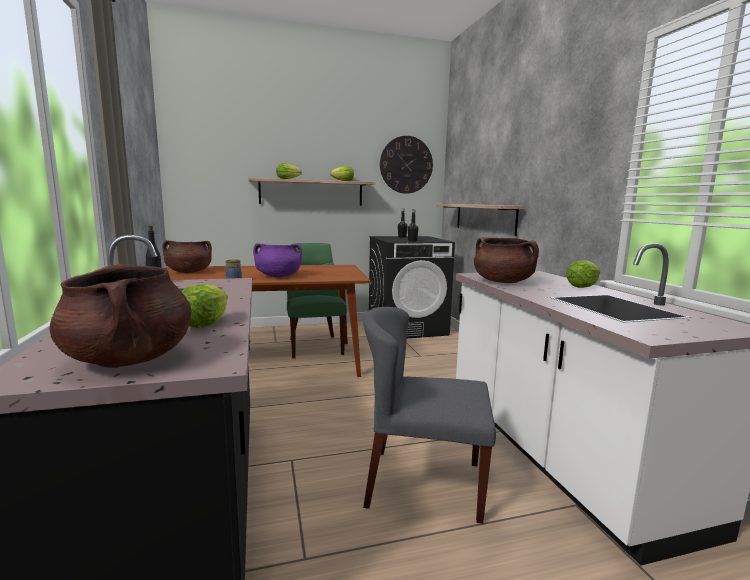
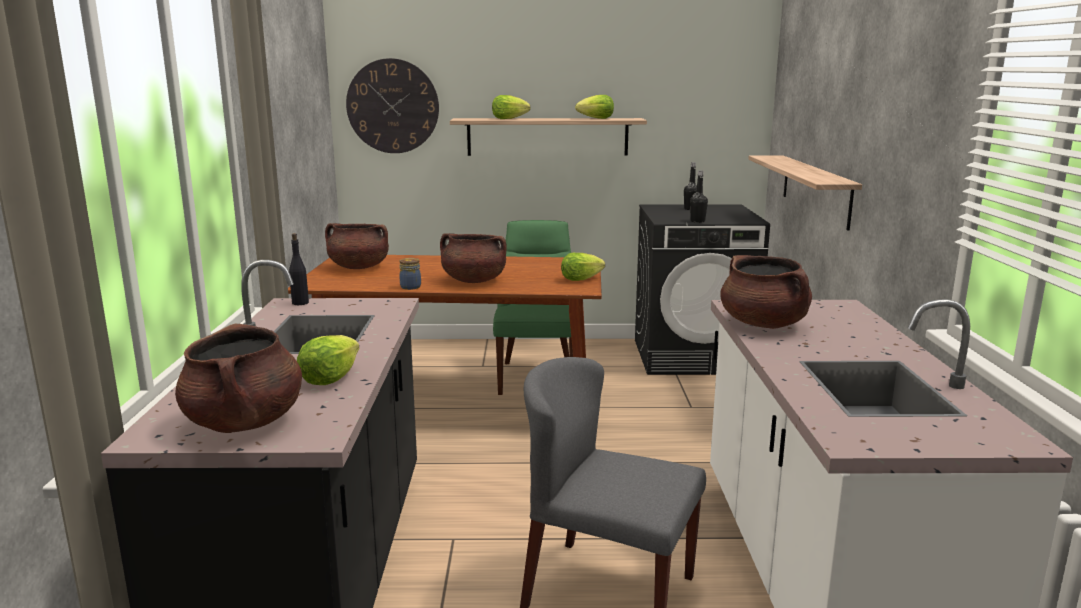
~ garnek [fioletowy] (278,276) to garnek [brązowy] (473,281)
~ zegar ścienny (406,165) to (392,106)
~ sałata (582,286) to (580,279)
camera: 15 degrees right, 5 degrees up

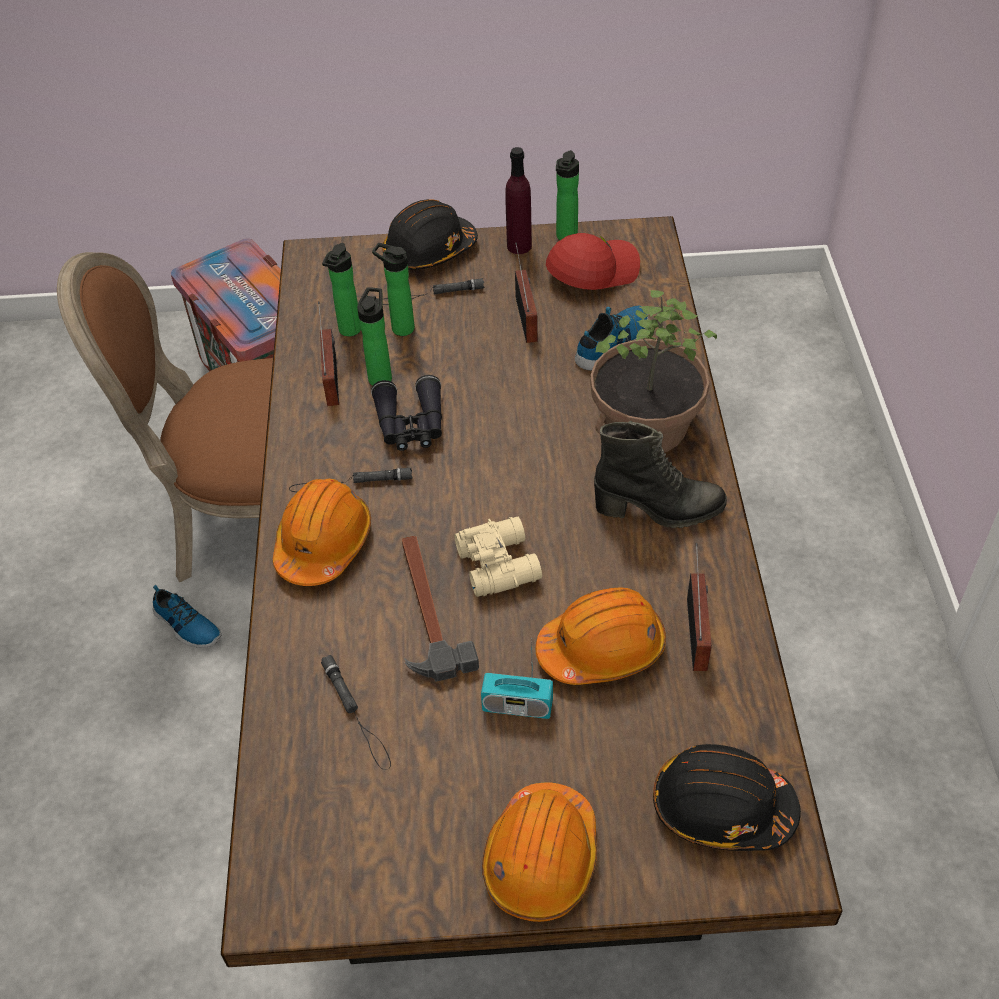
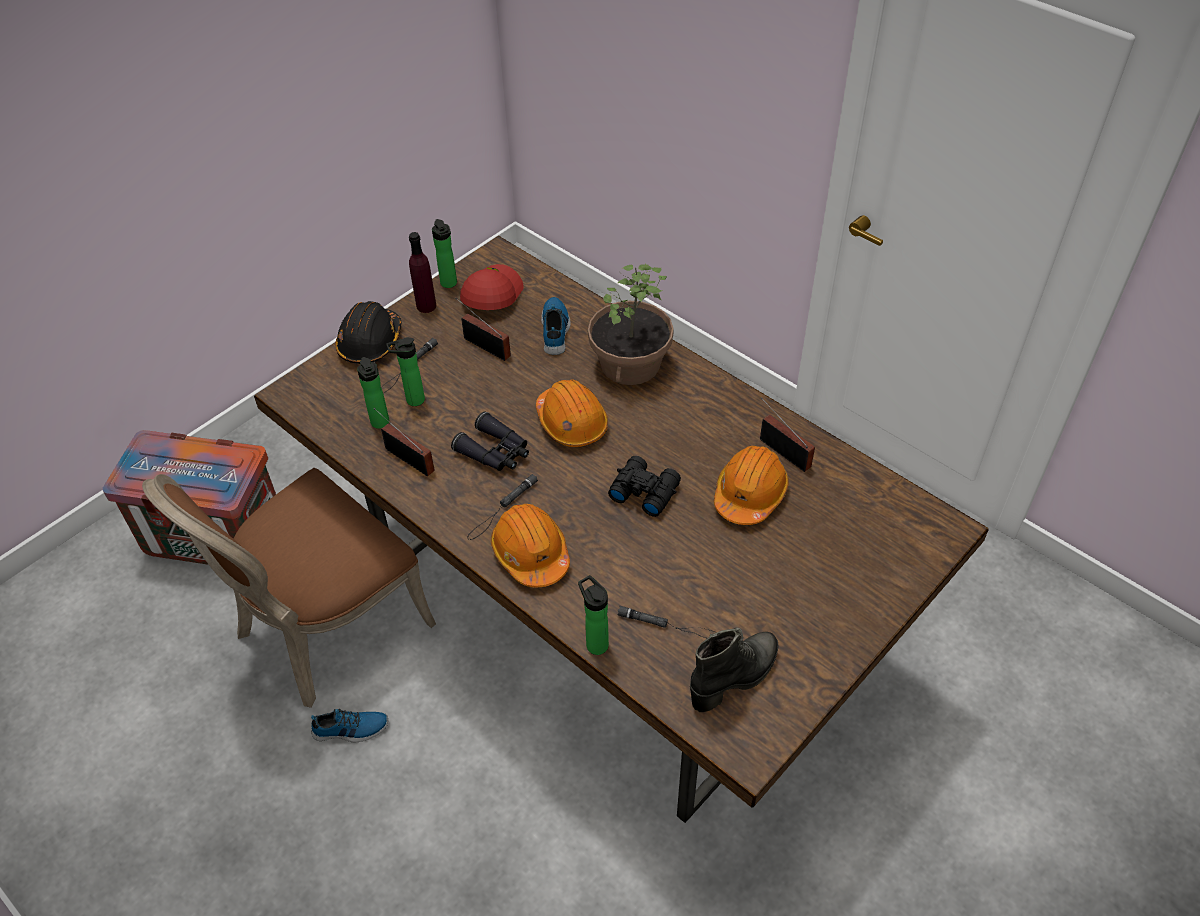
~ butelka (381,376) to (595,643)
- młotek (426,610)
~ lornetka [beżowy] (499,563) to lornetka [czarny] (644,490)
- radio (517,706)
~ kask [pomarańczowy] (541,859) to (571,422)
~ but z cholewką [czarny] (659,510) to (735,678)
- kask [czarny] (721,808)
camera: 45 degrees left, 0 degrees up

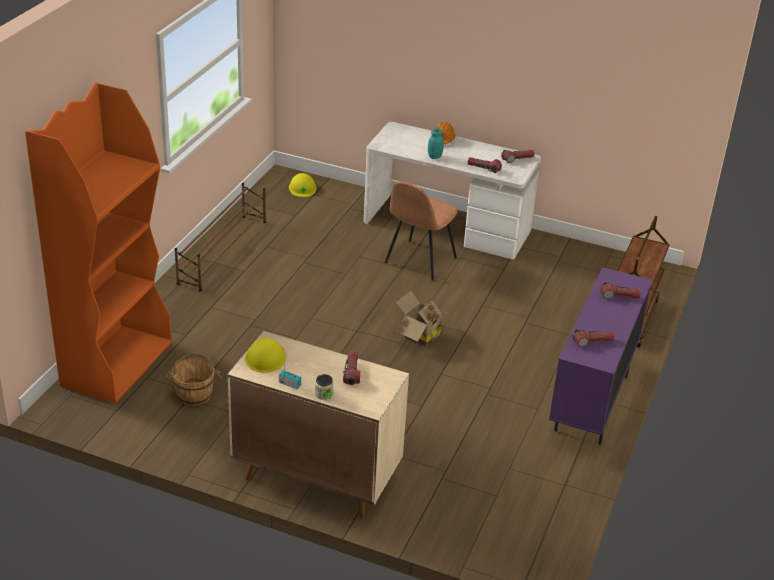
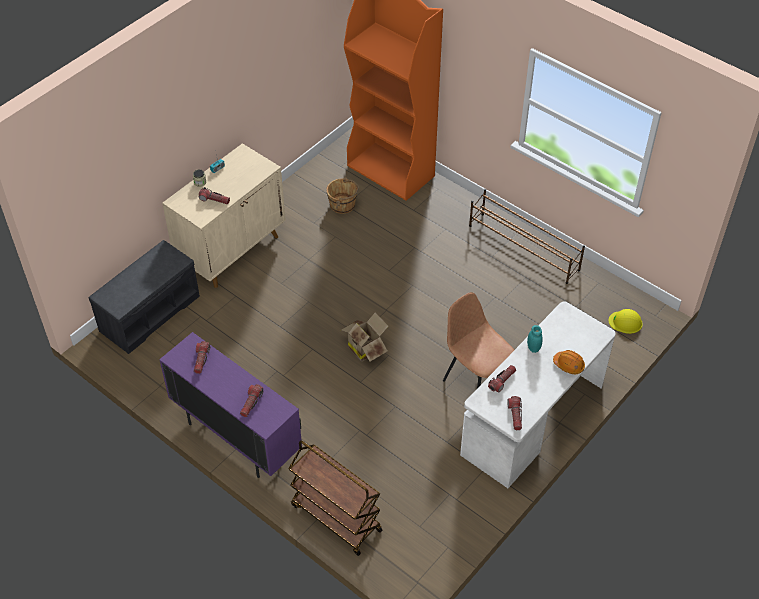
- kask [żółty] (265,357)
+ ławka [szary] (150,312)
camera: 110 degrees right, 15 degrees up

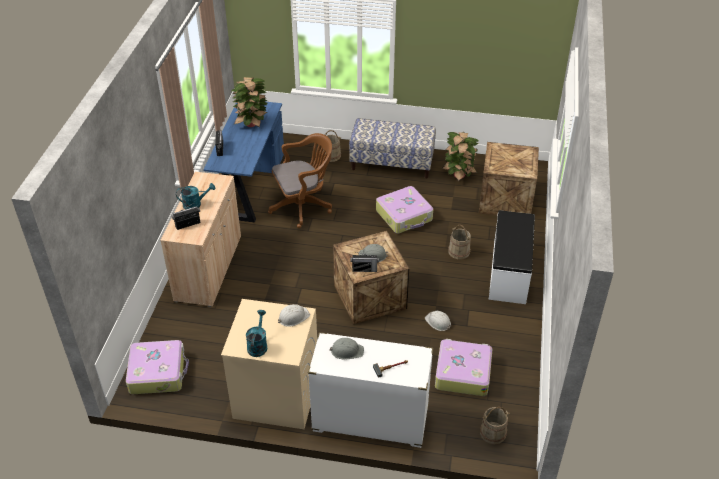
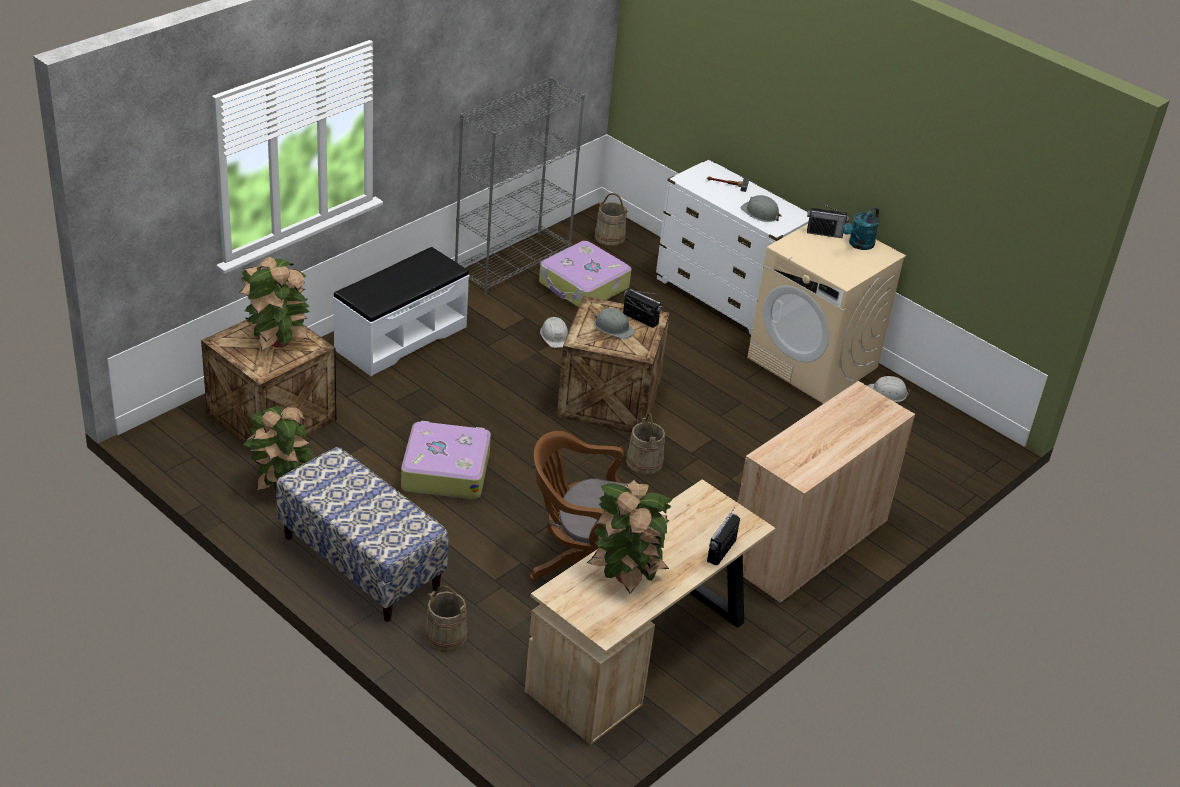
- walizka (158,372)
~ radio (188,224) to (824,233)
- konewka [turkusowy] (195,204)
~ biurko [niebieski] (249,185) to biurko [beżowy] (643,655)
~ kask [biały] (293,317) to (887,393)
~ wiadro [beżowy] (459,251) to (644,462)
+ roślina doniczkowa (276,340)
+ regał [szary] (513,263)
camera: 150 degrees left, 5 degrees down

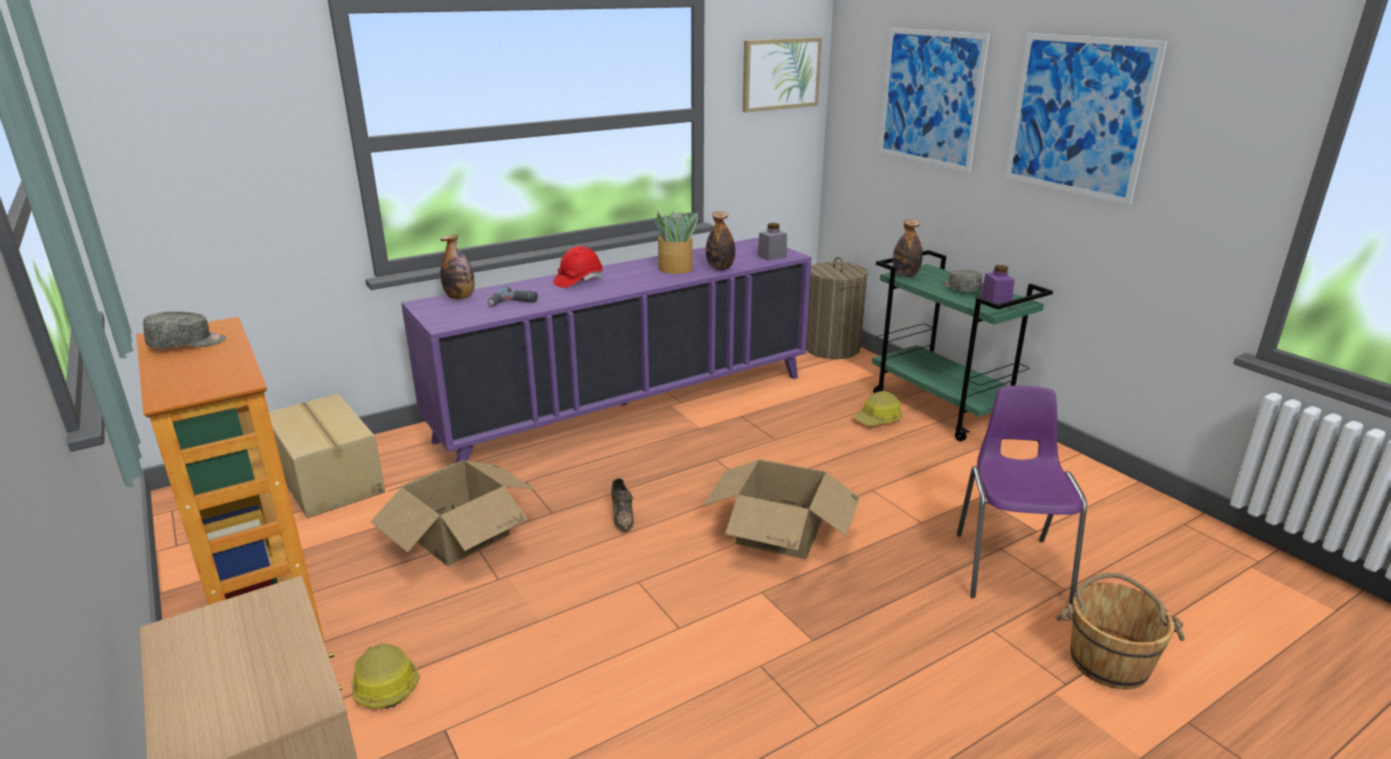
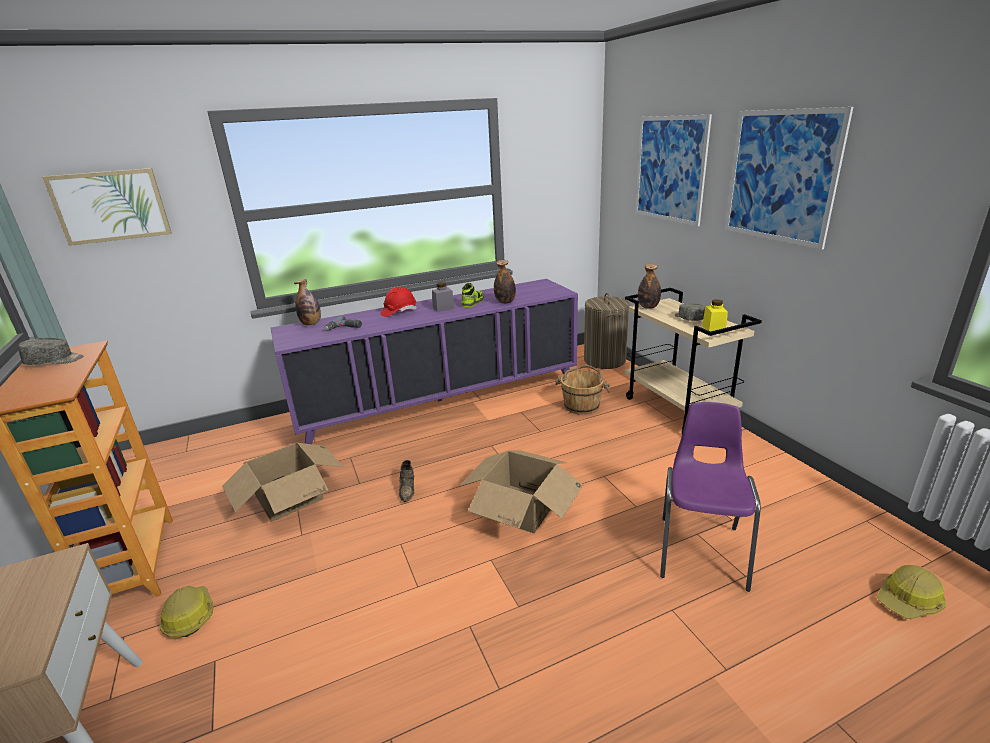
- karton (331,479)
~ roślina doniczkowa (676,269) to but (473,302)
~ obraz (780,74) to (111,206)
~ słoik [szary] (772,256) to (443,308)
~ kask (878,419) to (908,600)
~ wózek [zielony] (943,409) to wózek [beżowy] (678,410)
~ słoik [fioletowy] (995,302) to słoik [żółty] (713,329)
~ wiadro [brązowy] (1108,661) to (582,405)
camera: 10 degrees right, 0 degrees up

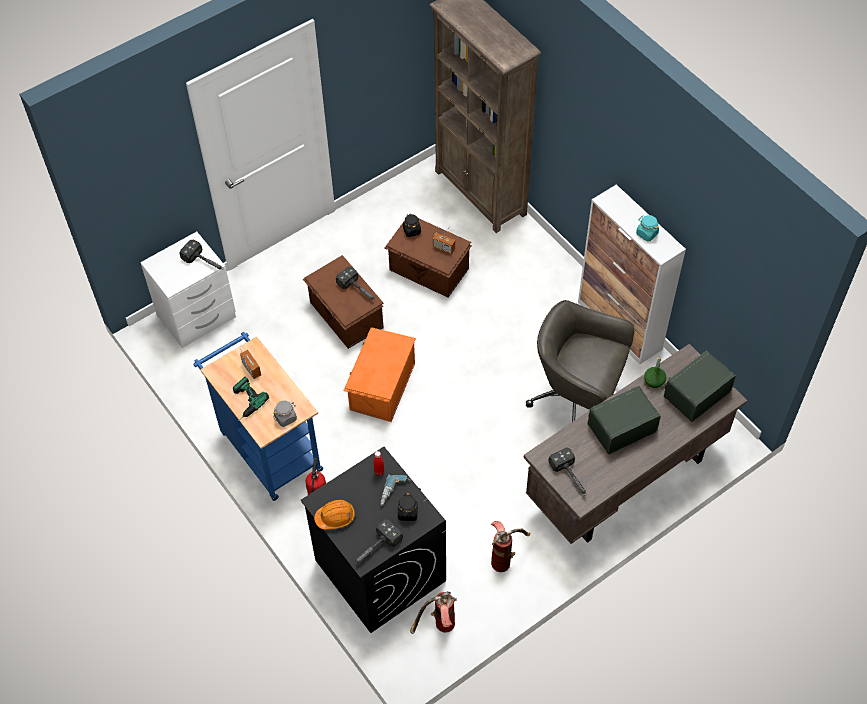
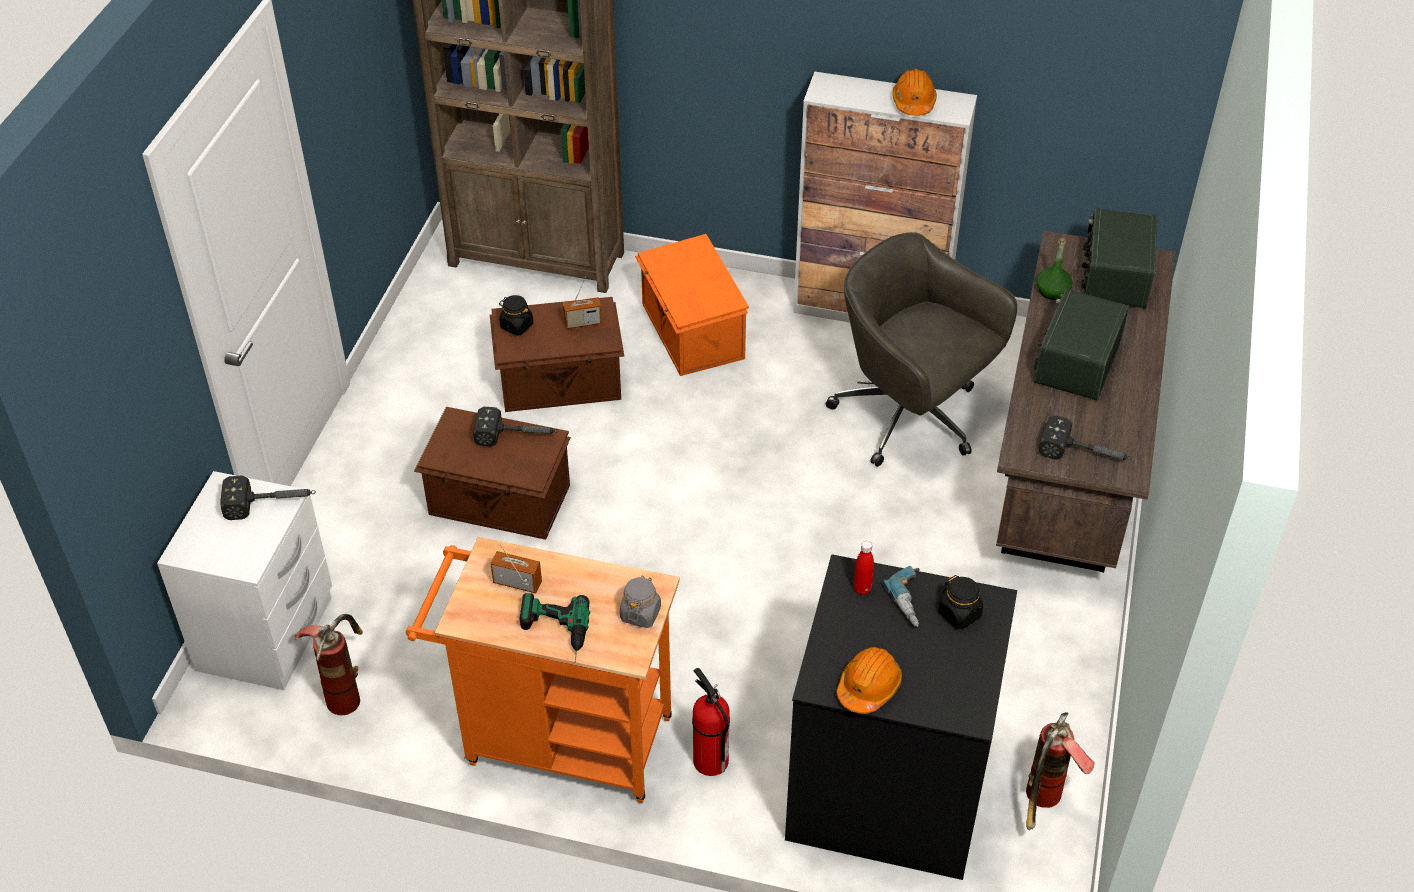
~ wózek [niebieski] (267,447) to wózek [pomarańczowy] (557,739)
~ pojemnik do przechowywania [pomarańczowy] (381,387) to (691,332)
- młotek (374,549)
~ gaśnica (505,557) to (344,690)
~ krzesło biurowe [szary] (577,398) = (910,418) 60 degrees clockwise
~ słoik [turkusowy] (646,233) to kask [pomarańczowy] (913,102)
camera: 40 degrees left, 10 degrees down

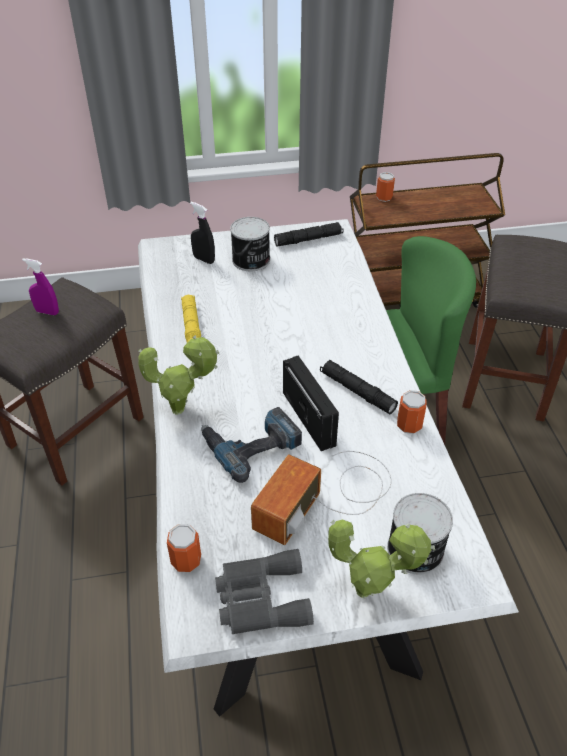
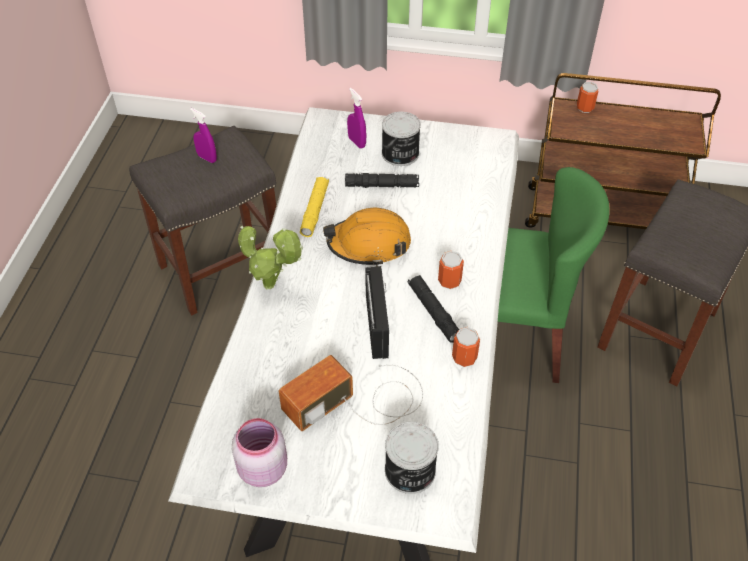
~ puszka (186,560) to (449,281)
~ spryskiwacz [czarny] (204,259) to spryskiwacz [fioletowy] (357,142)
- wiertarka (251,444)
~ lornetka [szary] (260,598) to słoik [różowy] (262,468)
~ latarka [czarny] (308,239) to (382,185)
- roślina doniczkowa (369,591)
+ kask [pomarańczowy] (369,244)
camera: 20 degrees right, 5 degrees up

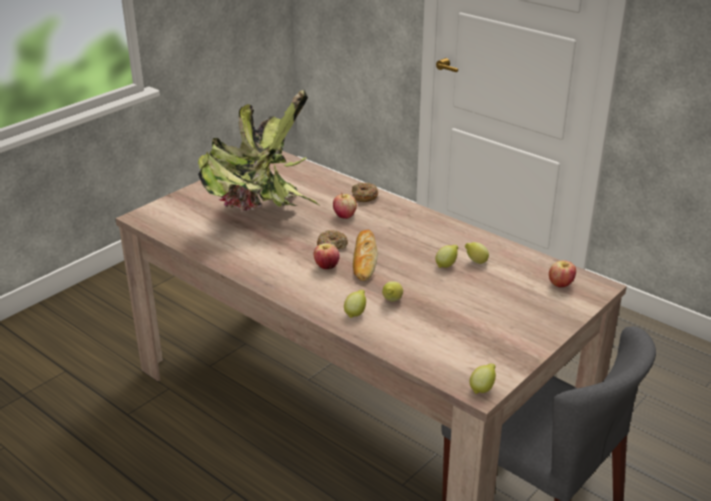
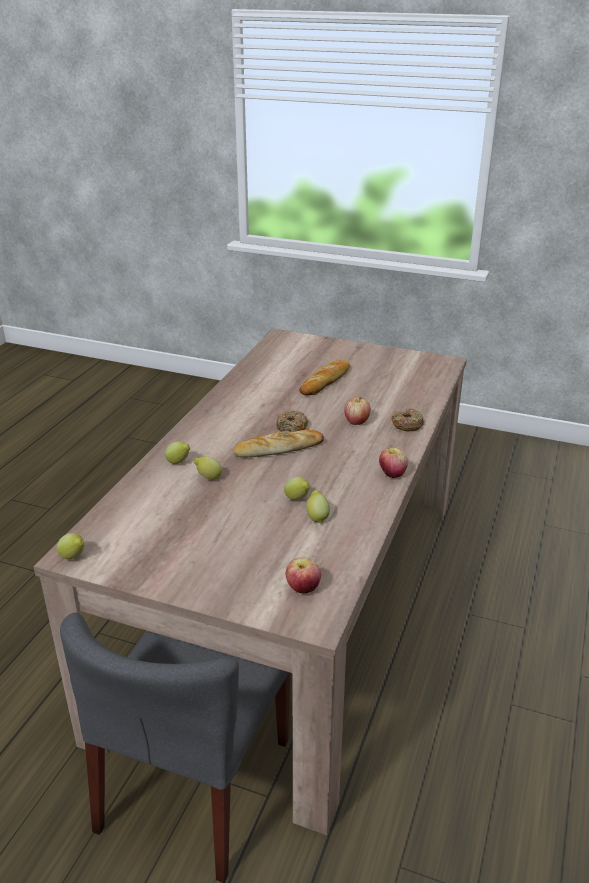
~ roślina doniczkowa (260,214) to chleb (325,381)
~ jabłko (326,266) to (392,474)
camera: 70 degrees right, 0 degrees up

